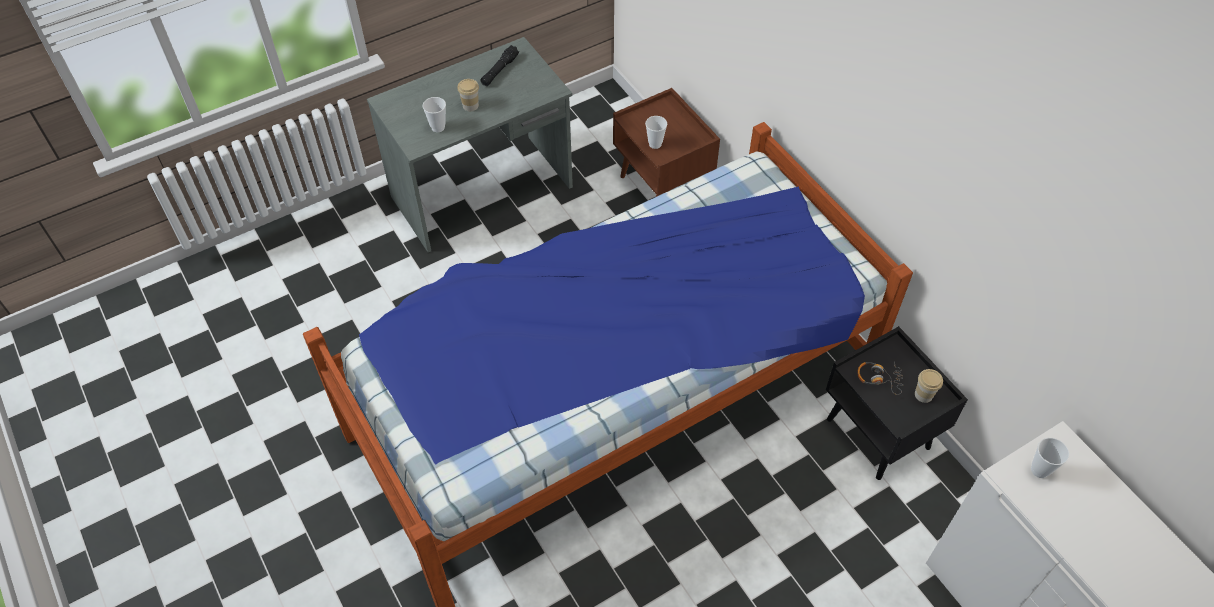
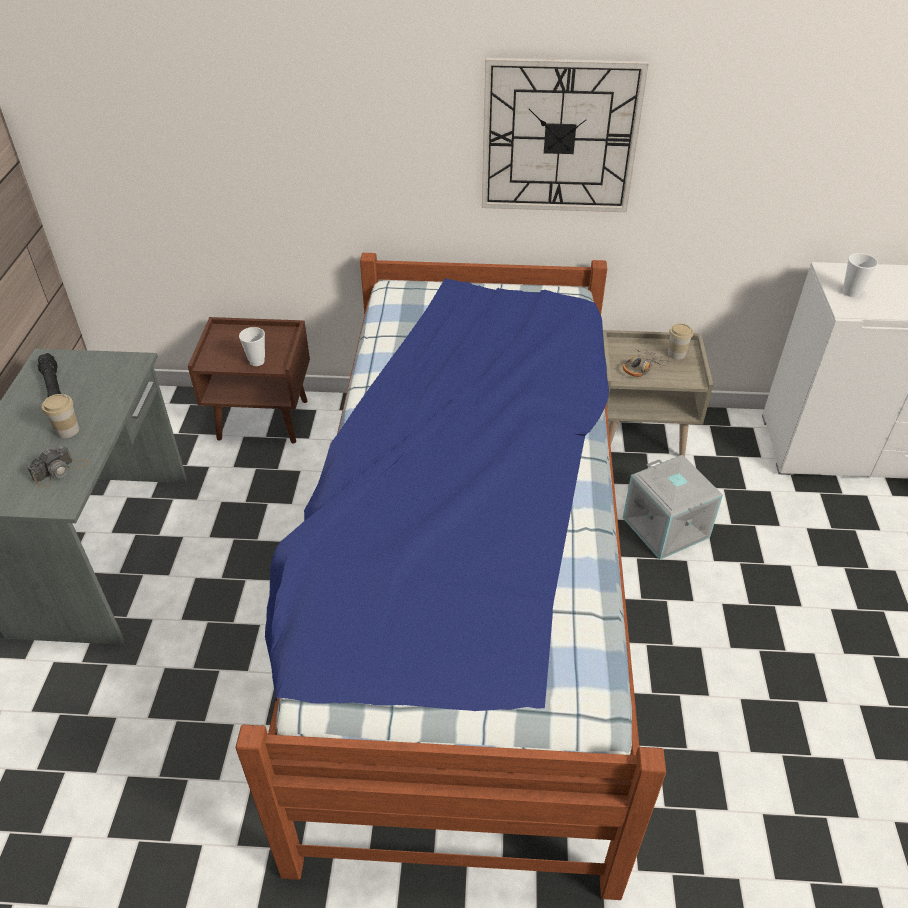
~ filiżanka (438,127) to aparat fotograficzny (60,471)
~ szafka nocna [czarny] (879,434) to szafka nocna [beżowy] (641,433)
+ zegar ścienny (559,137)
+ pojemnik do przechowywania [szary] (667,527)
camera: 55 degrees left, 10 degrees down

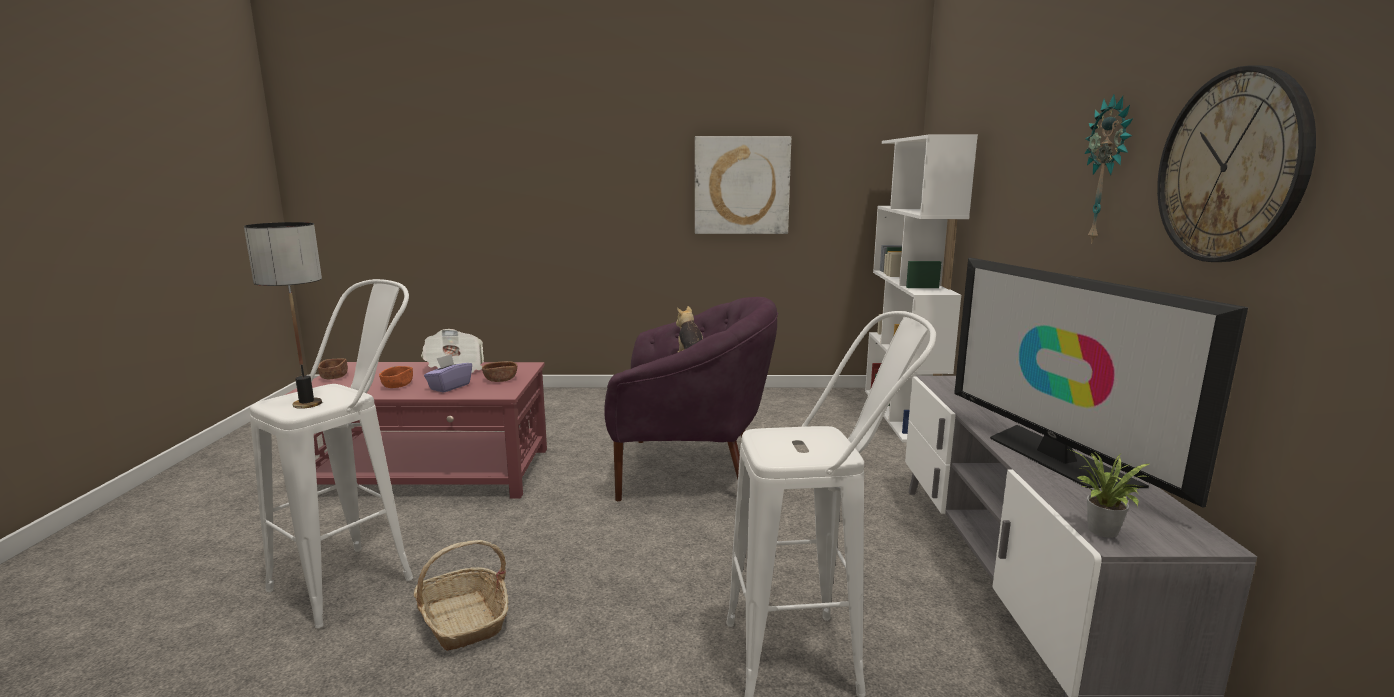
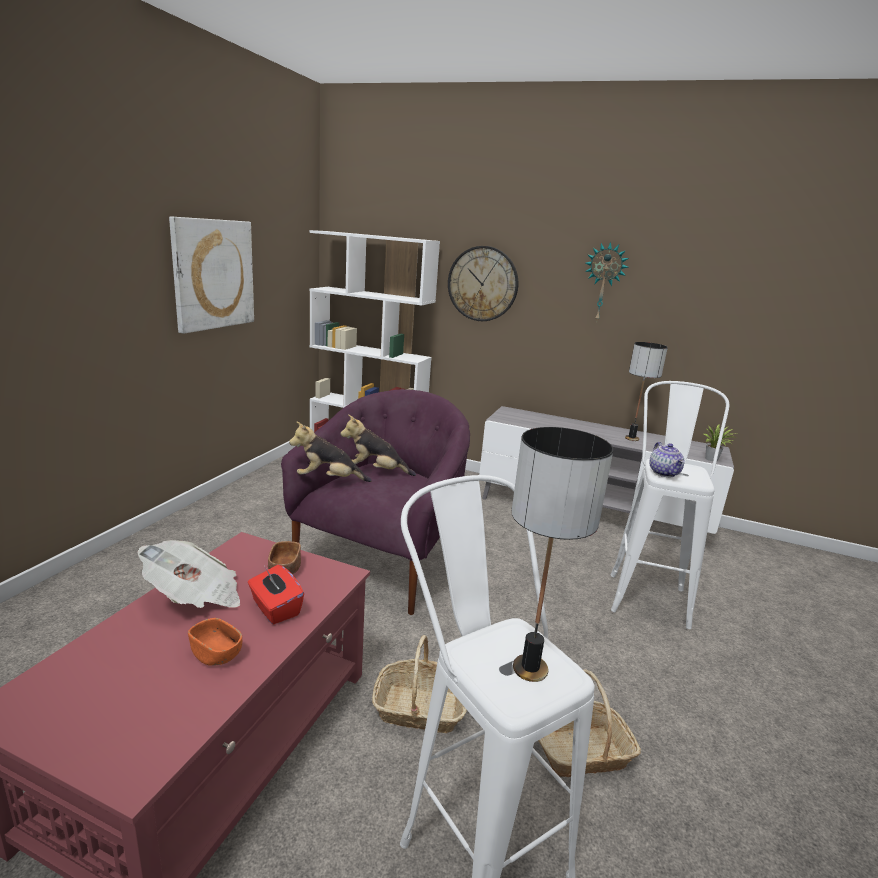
- miska [brązowy] (334,377)
~ pudełko chusteczek [fioletowy] (449,387) to pudełko chusteczek [czerwony] (275,608)
~ telewizor (1055,458) to lampa stołowa (631,438)
~ zegar ścienny (1231,167) to (482,284)
+ pluszak (328,480)
+ koszyk (419,708)
+ imbryk (665,473)
camera: 70 degrees left, 5 degrees up

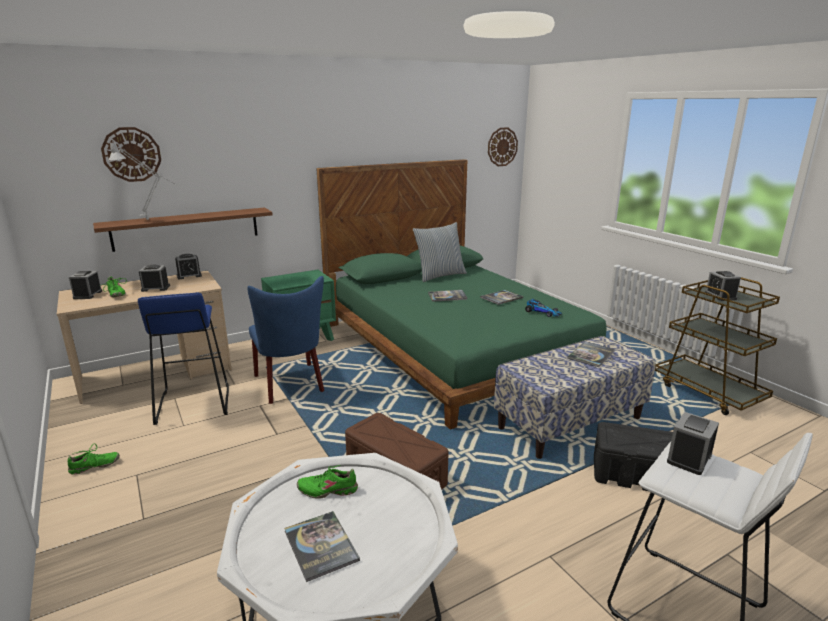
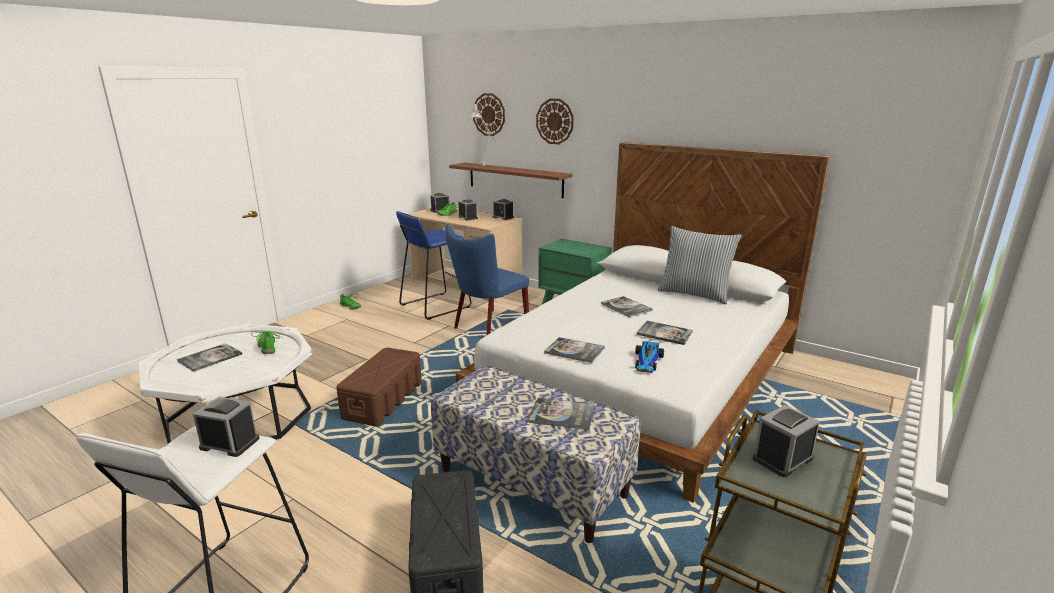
~ łóżko [zielony] (456,348) to łóżko [biały] (643,378)
~ zegar ścienny (502,147) to (555,121)
+ książka (574,351)
camera: 65 degrees right, 0 degrees up

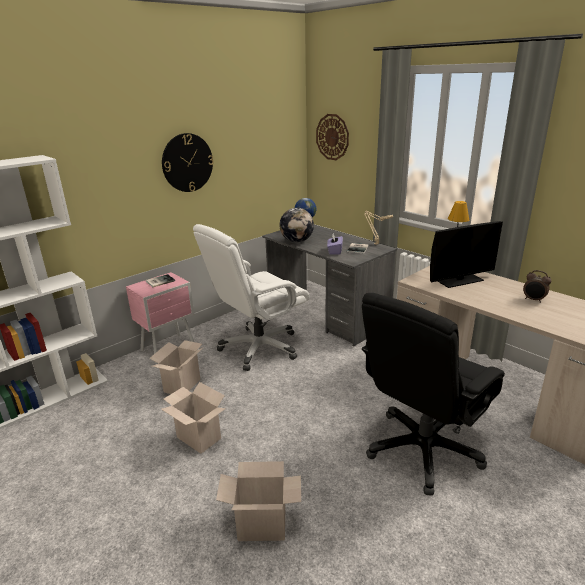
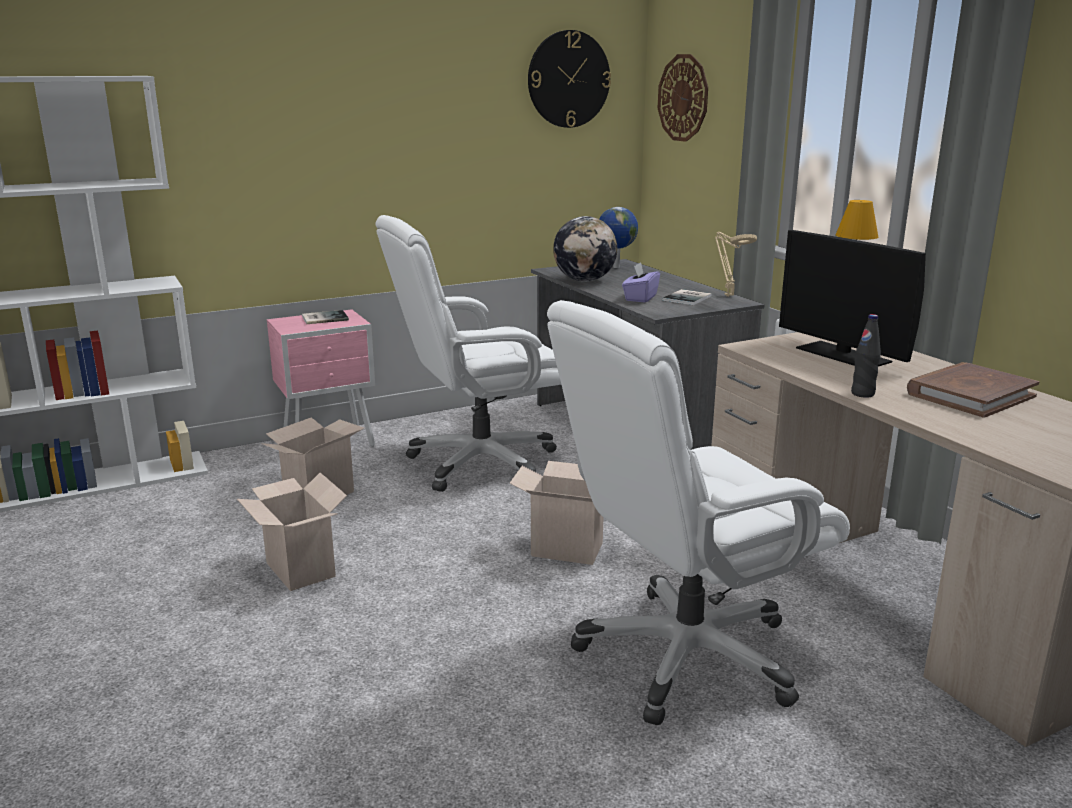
~ zegar ścienny (187,163) to (568,79)
~ karton (263,524) to (569,549)
~ krzesło biurowe [czarny] (423,450) to krzesło biurowe [biały] (686,656)
~ monitor (460,280) = (842,355) 60 degrees clockwise
~ budzik (533,300) to książka [brązowy] (970,395)
+ butelka [czarny] (862,394)
camera: 15 degrees right, 5 degrees down

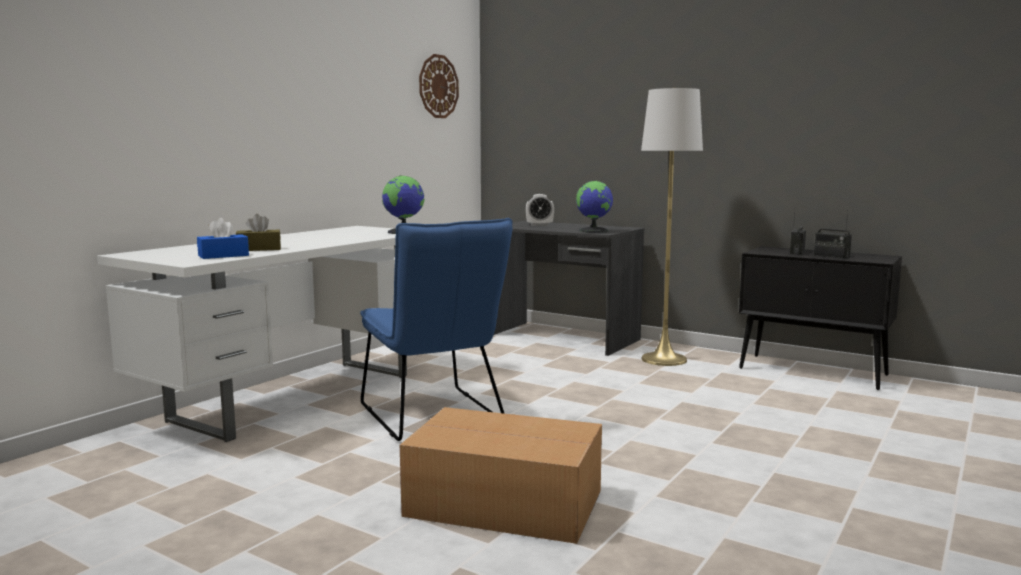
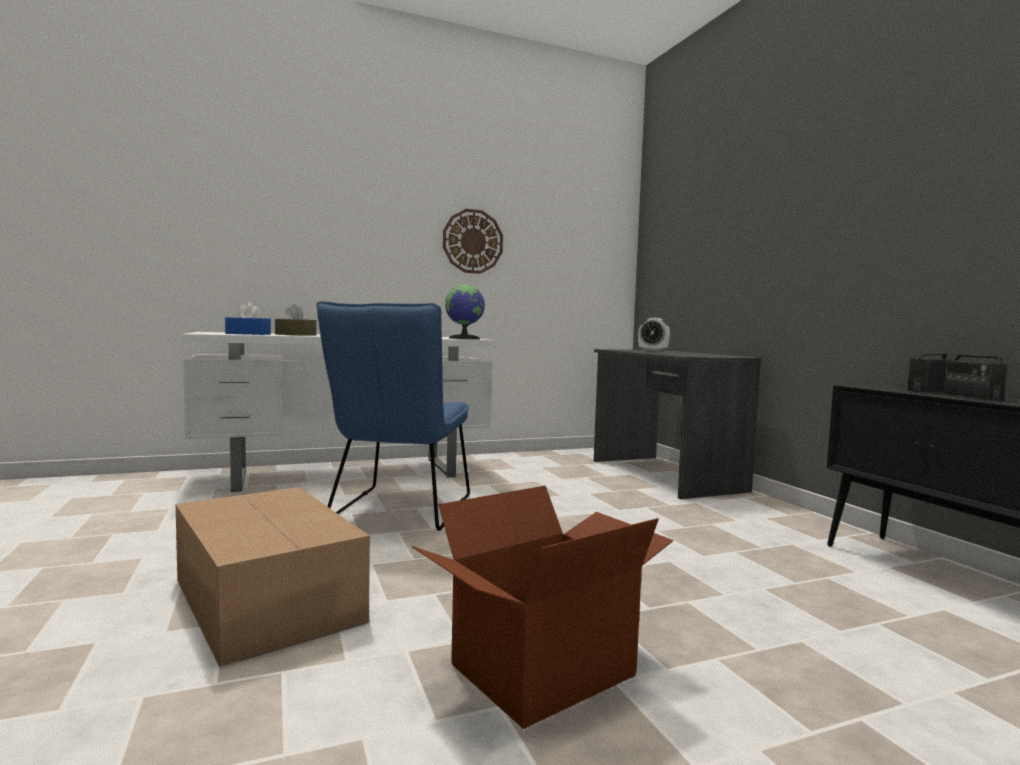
~ zegar ścienny (438,86) to (472,241)
- globus (594,231)
- lampa stojąca [biały] (664,359)
+ karton (541,668)
camera: 35 degrees right, 5 degrees down

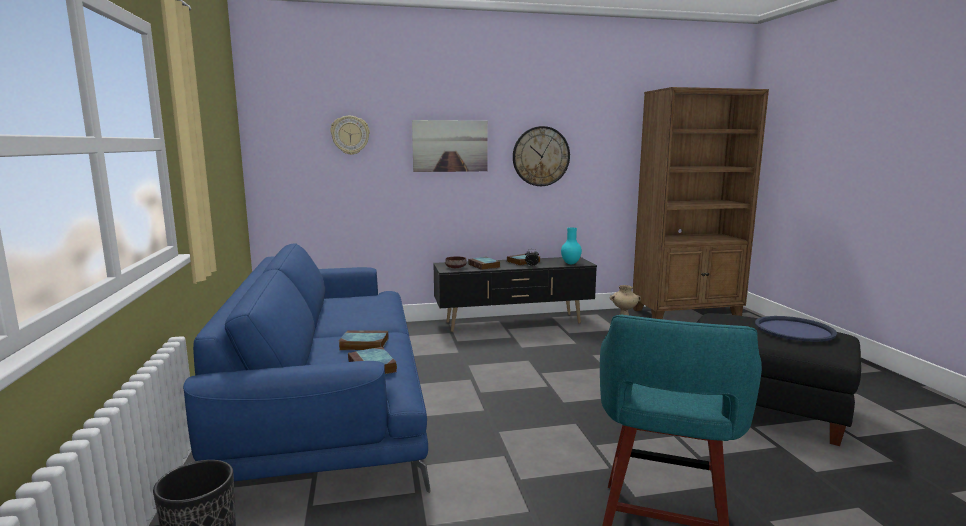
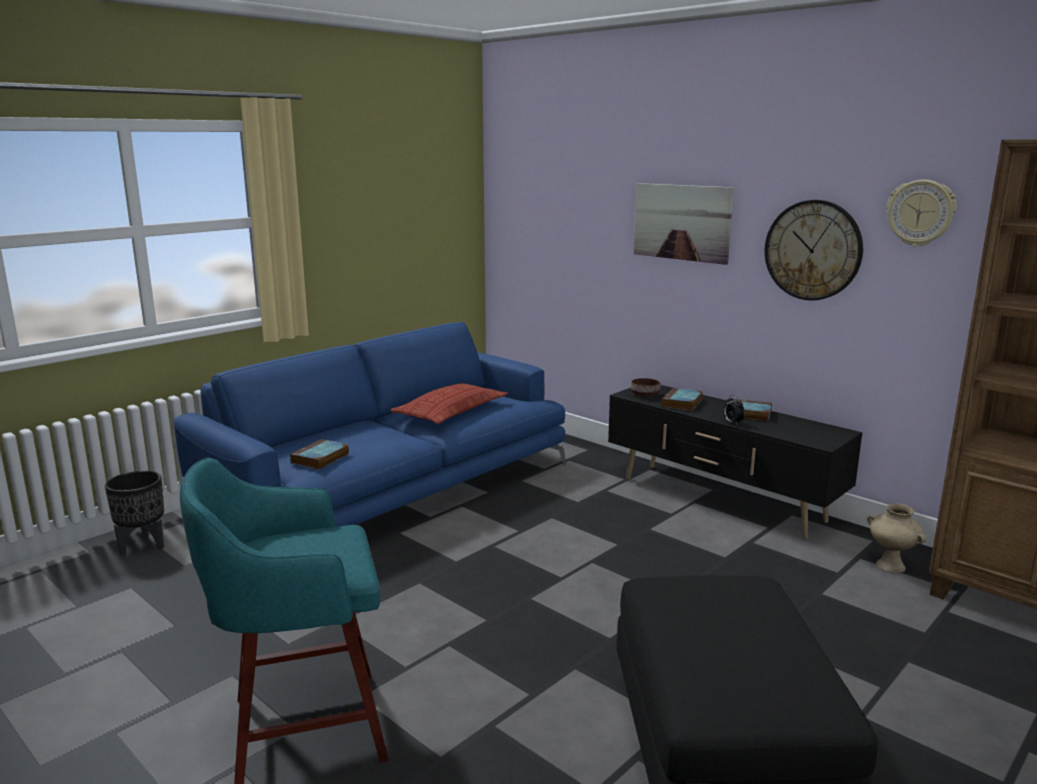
~ zegar ścienny (350,135) to (920,213)
- książka (363,344)
- wazon [turkusowy] (570,263)
- taca [niebieski] (794,330)
+ poduszka (451,411)
camera: 55 degrees right, 5 degrees up

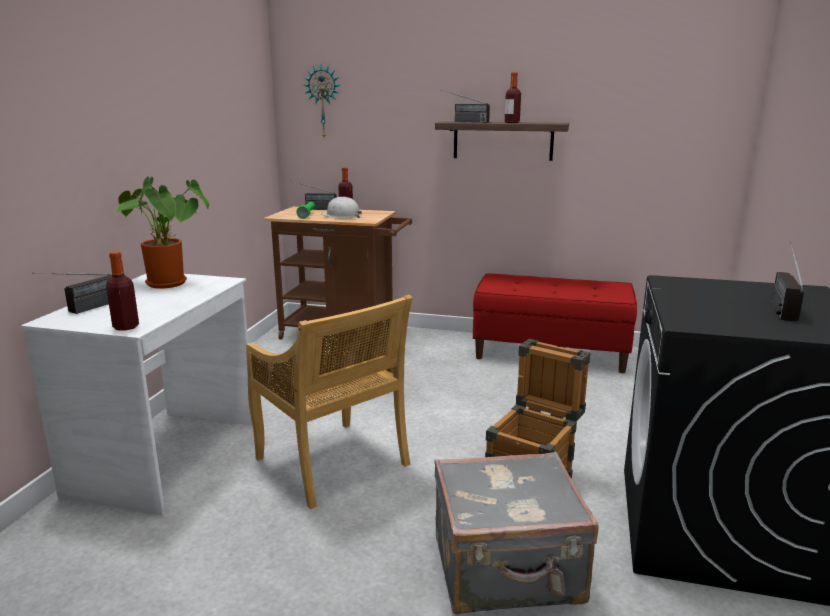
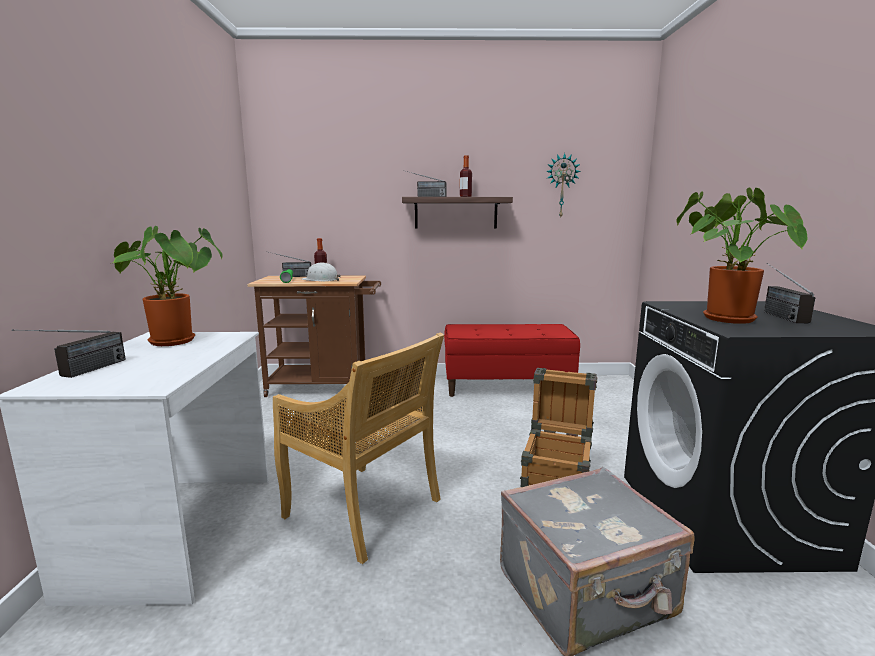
- butelka (126,327)
~ zegar ścienny (323,102) to (561,186)
+ roślina doniczkowa (722,318)
camera: 15 degrees left, 5 degrees down

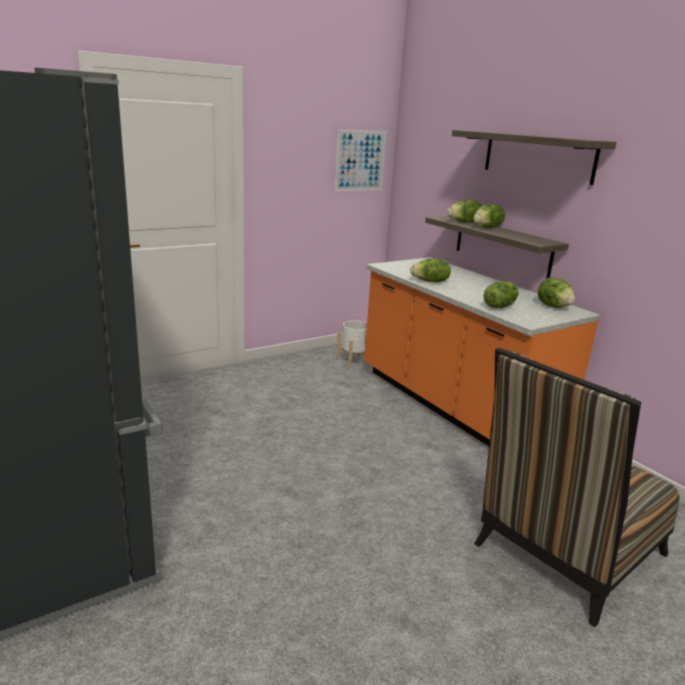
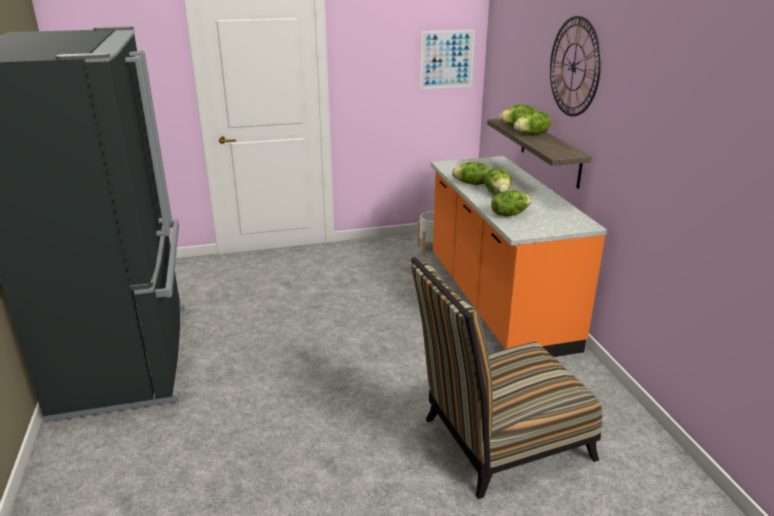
~ półka (538,156) to zegar ścienny (574,67)
~ sałata (553,307) to (497,194)
camera: 20 degrees right, 5 degrees up

